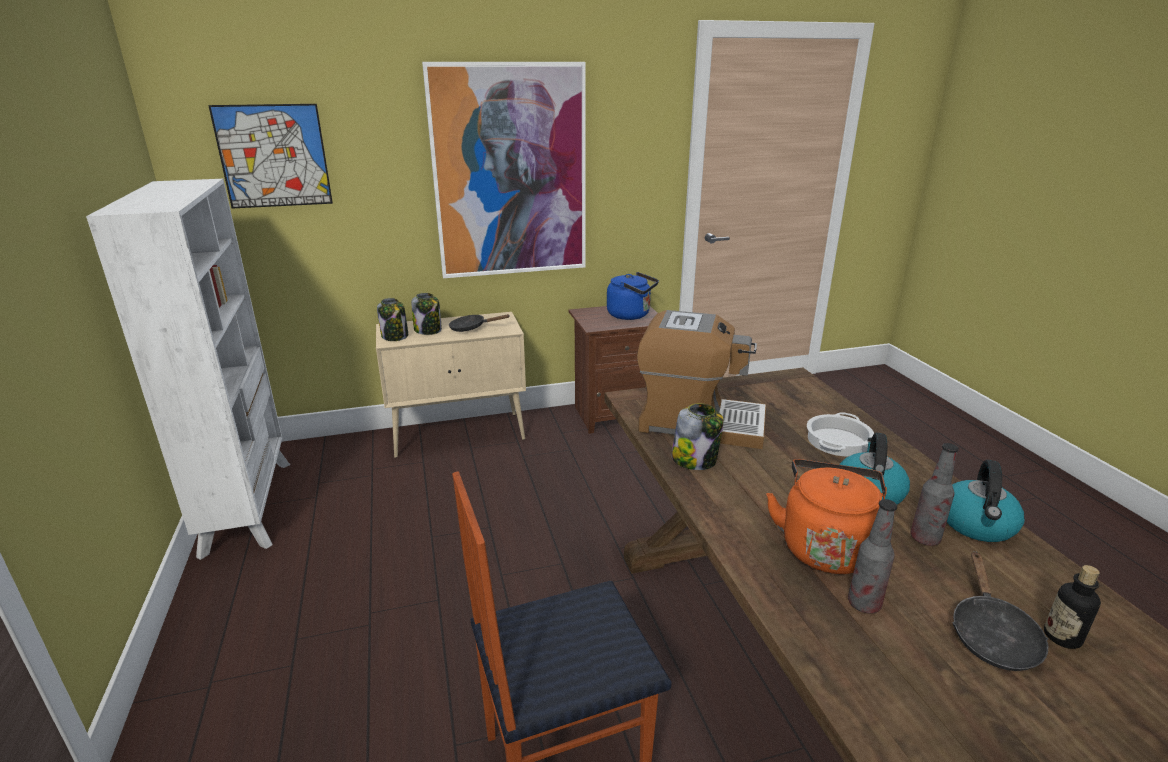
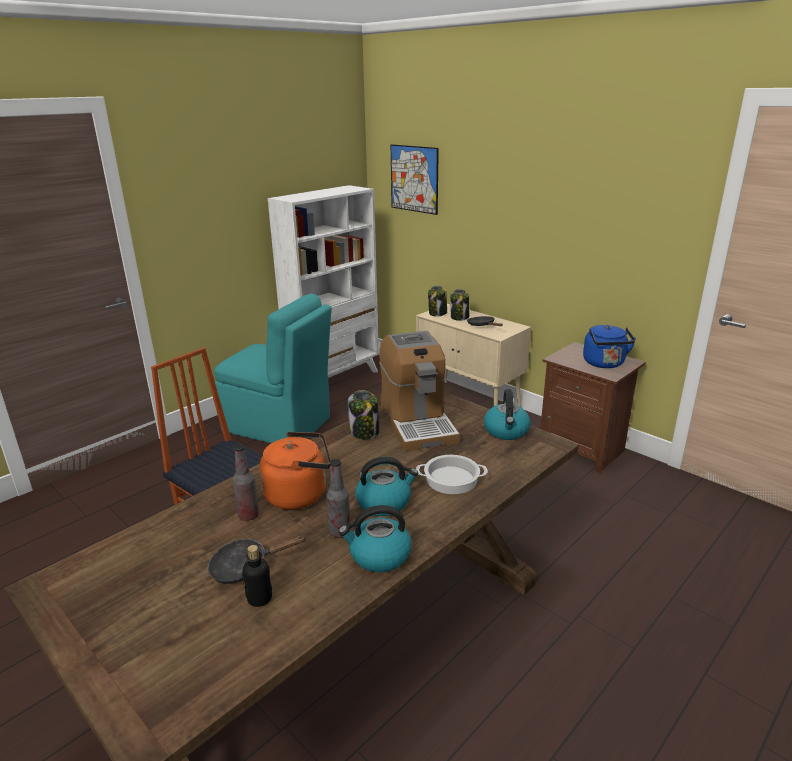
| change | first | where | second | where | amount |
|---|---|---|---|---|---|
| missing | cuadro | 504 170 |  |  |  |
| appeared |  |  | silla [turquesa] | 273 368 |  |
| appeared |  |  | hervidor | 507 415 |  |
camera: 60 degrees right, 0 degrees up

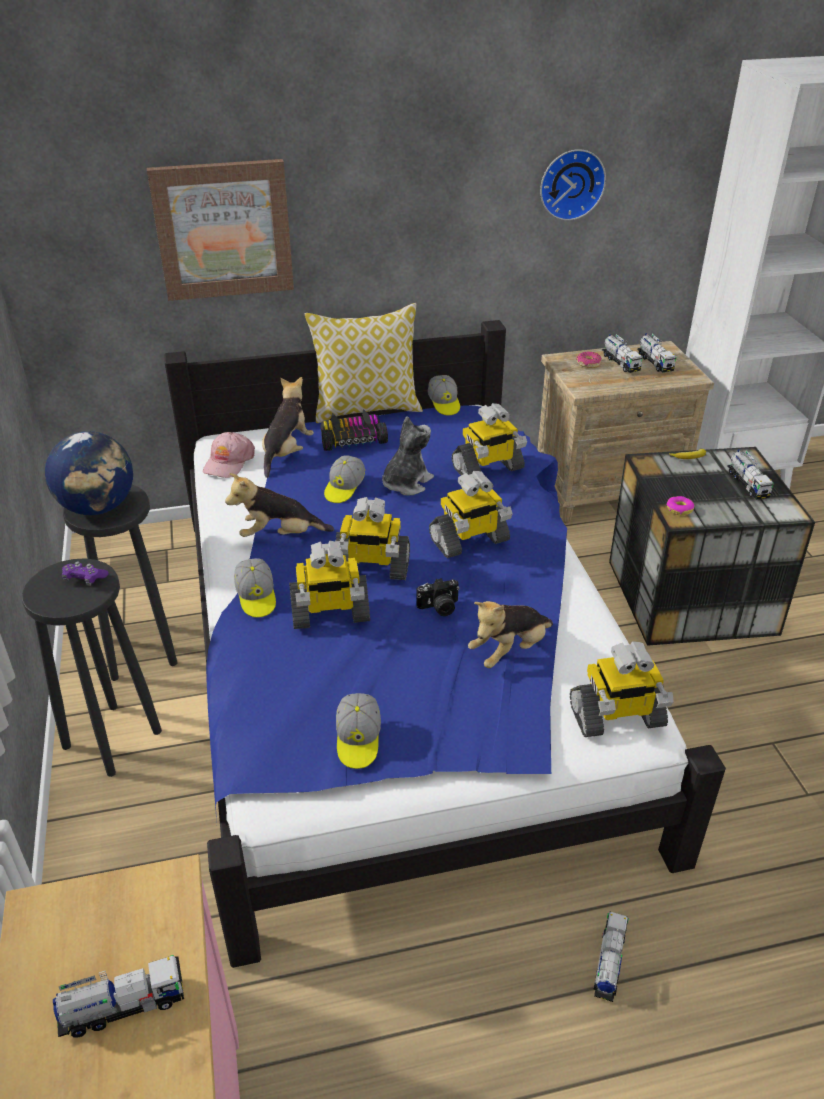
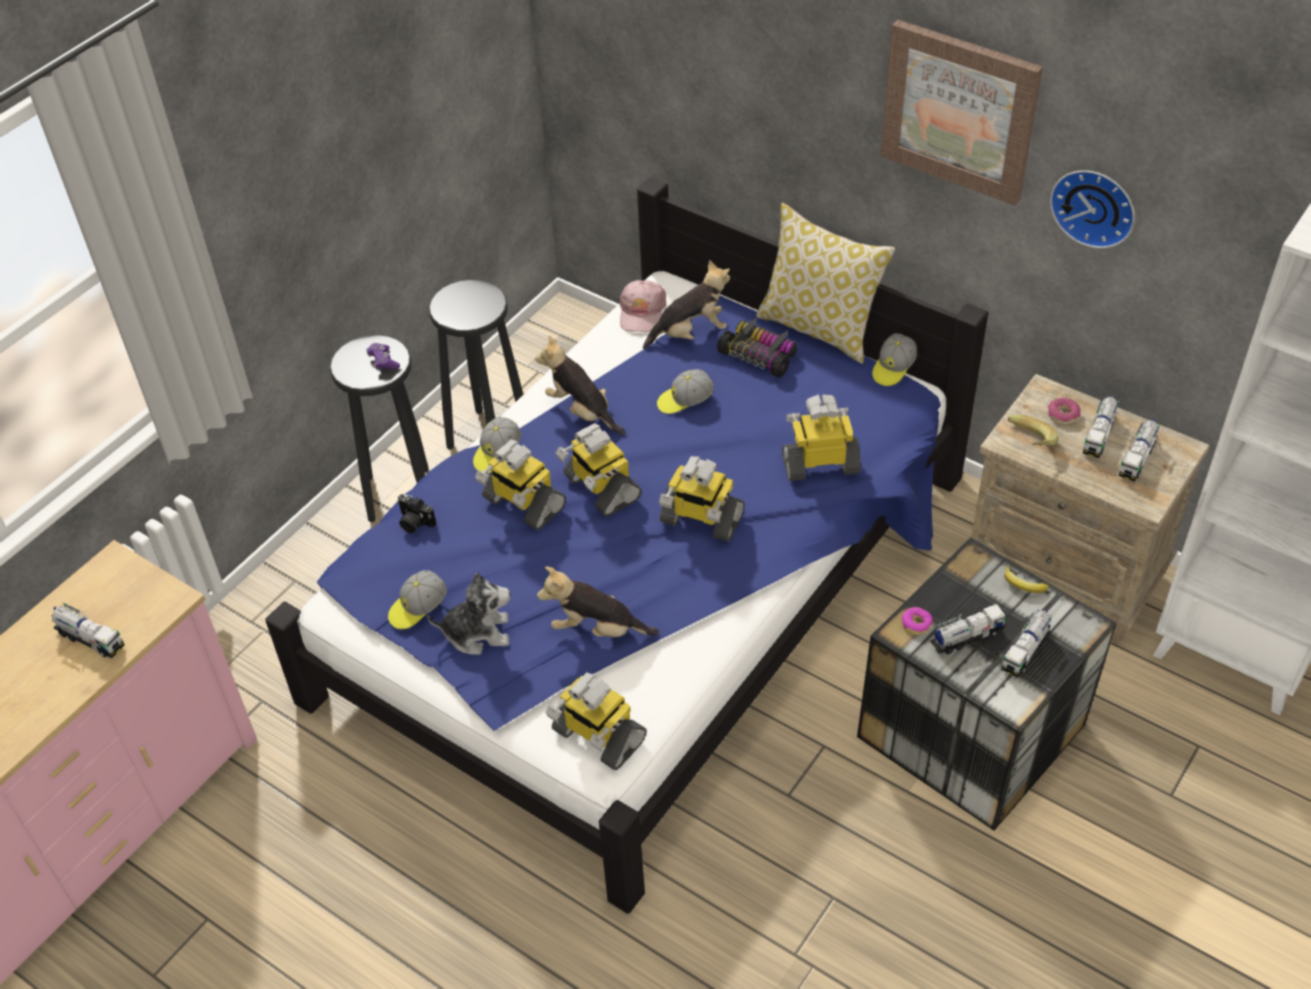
| change | first | where | second | where | amount |
|---|---|---|---|---|---|
| missing | globo terráqueo | 89 473 |  |  |  |
| relocated | cuadro | 220 230 |  | 962 112 |  |
| spun | gorra [rosa] | 229 455 |  | 643 306 | 60 degrees counterclockwise |
| relocated | peluche | 408 456 |  | 468 613 |  |
| relocated | cámara | 438 597 |  | 416 513 |  |
| spun | robot de juguete | 489 439 |  | 821 438 | 150 degrees clockwise |
| relocated | camión de juguete | 611 957 |  | 968 629 |  |
| appeared |  |  | plátano | 1033 430 |  |
camera: 50 degrees right, 10 degrees up

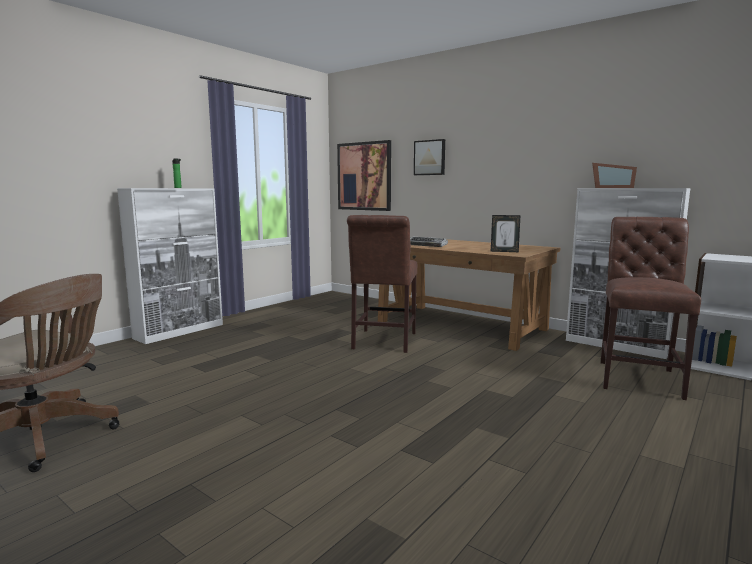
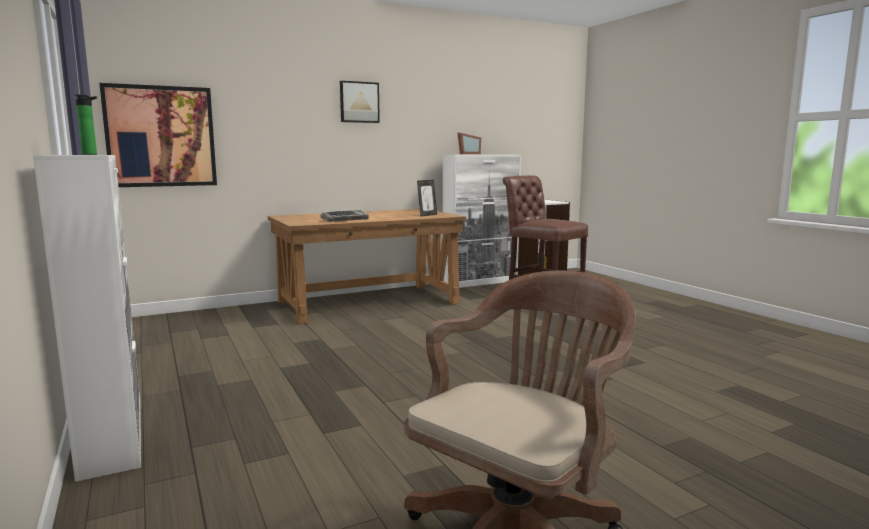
| change | first | where | second | where | amount |
|---|---|---|---|---|---|
| missing | silla [marrón] | 382 284 |  |  |  |
| relocated | cuadro | 429 157 |  | 360 102 |  |
camera: 65 degrees left, 0 degrees up

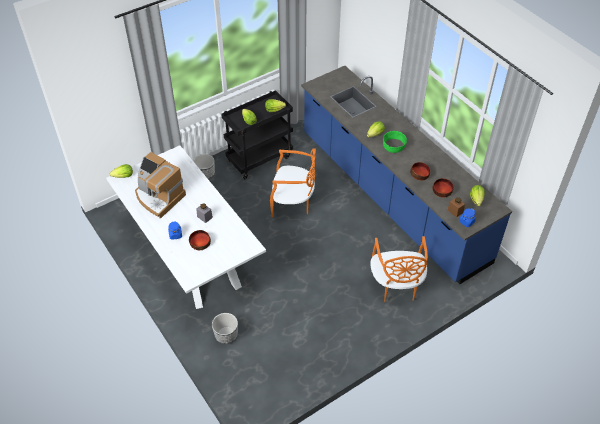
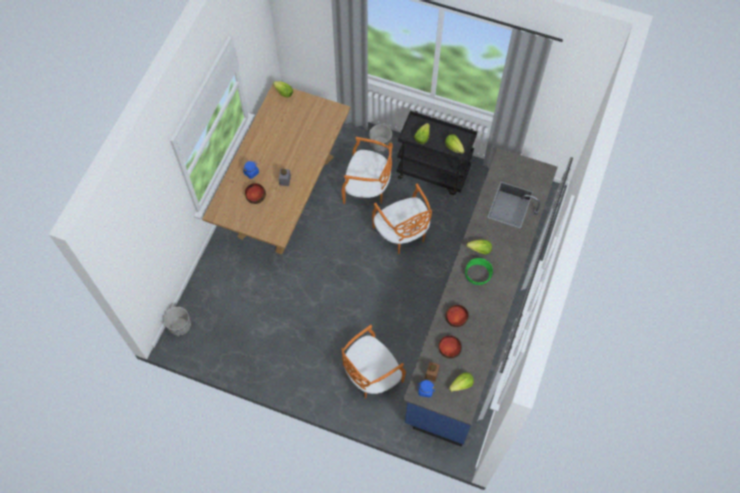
| change | first | where | second | where | amount |
|---|---|---|---|---|---|
| colour | mesa de comedor [blanco] | 186 227 | mesa de comedor [marrón] | 276 169 |  |
| missing | cafetera | 160 185 |  |  |  |
| relocated | maceta | 225 328 |  | 177 321 |  |
| appeared |  |  | silla [naranja] | 367 170 |  |
camera: 55 degrees right, 15 degrees up

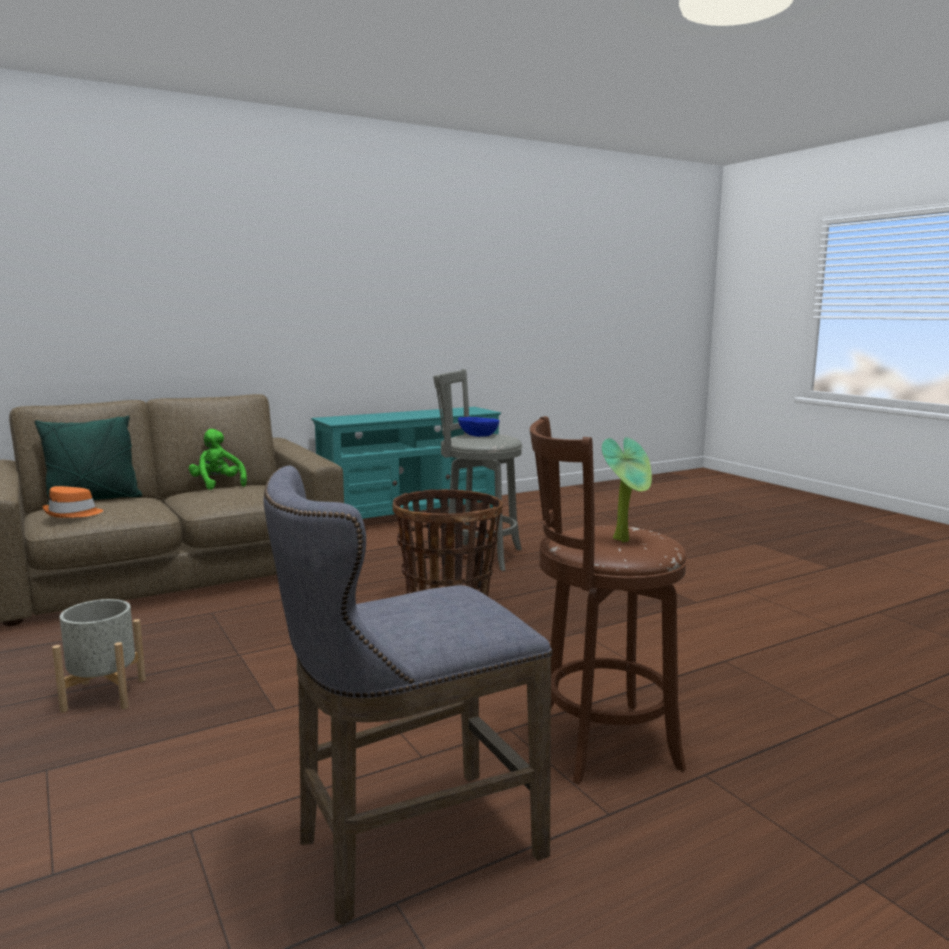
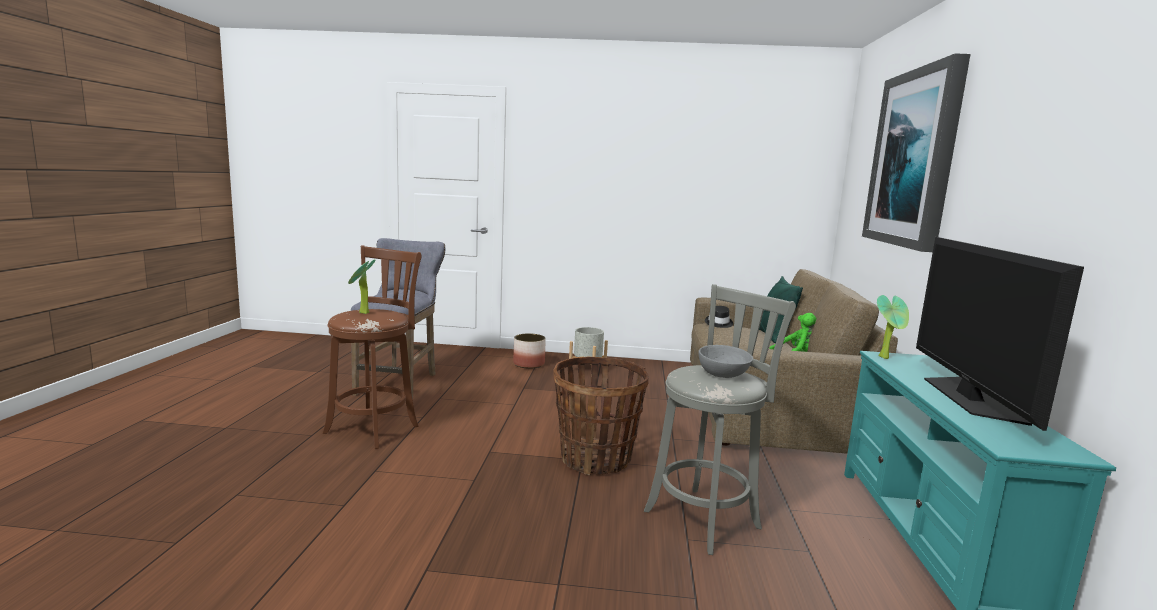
| change | first | where | second | where | amount |
|---|---|---|---|---|---|
| colour | sombrero [naranja] | 72 502 | sombrero [negro] | 719 317 |  |
| colour | cuenco [azul] | 478 427 | cuenco [gris] | 726 361 |  |
| appeared |  |  | maceta | 529 351 |  |
| appeared |  |  | cuadro | 916 152 |  |
| appeared |  |  | planta en maceta | 893 327 |  |
| appeared |  |  | televisor | 1000 334 |  |
camera: 125 degrees right, 0 degrees up

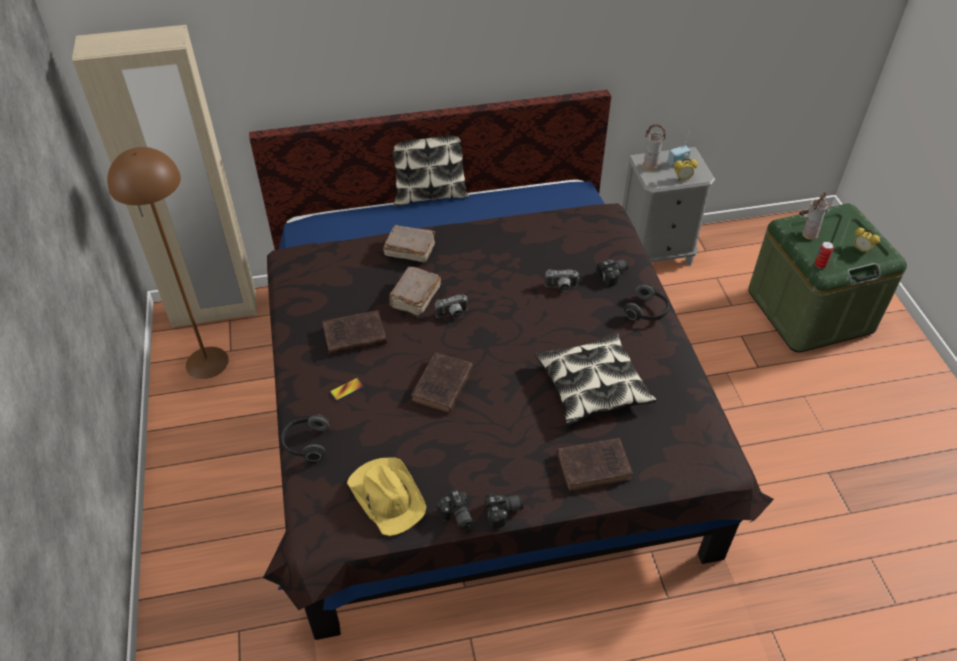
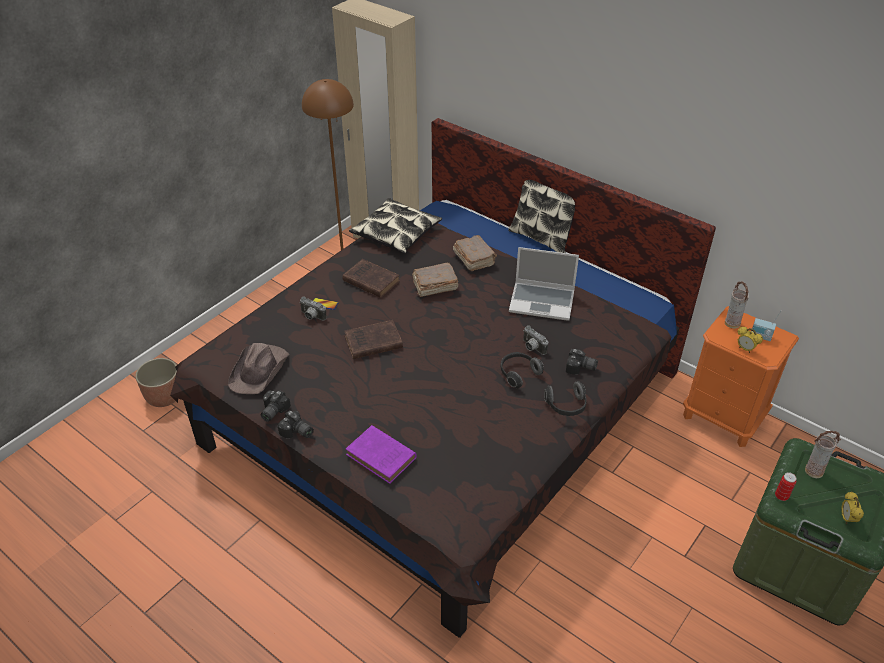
| change | first | where | second | where | amount |
|---|---|---|---|---|---|
| relocated | auriculares | 305 438 |  | 522 370 |  |
| colour | sombrero [amarillo] | 386 496 | sombrero [marrón] | 258 368 |  |
| relocated | cámara | 451 306 |  | 313 308 |  |
| relocated | cojín | 595 379 |  | 395 226 |  |
| colour | libro [marrón] | 595 464 | libro [morado] | 381 454 |  |
| colour | mesita de noche [gris] | 668 206 | mesita de noche [naranja] | 741 376 |  |
| appeared |  |  | maceta | 156 382 |  |
| appeared |  |  | portátil | 544 284 |  |
camera: 50 degrees right, 5 degrees down

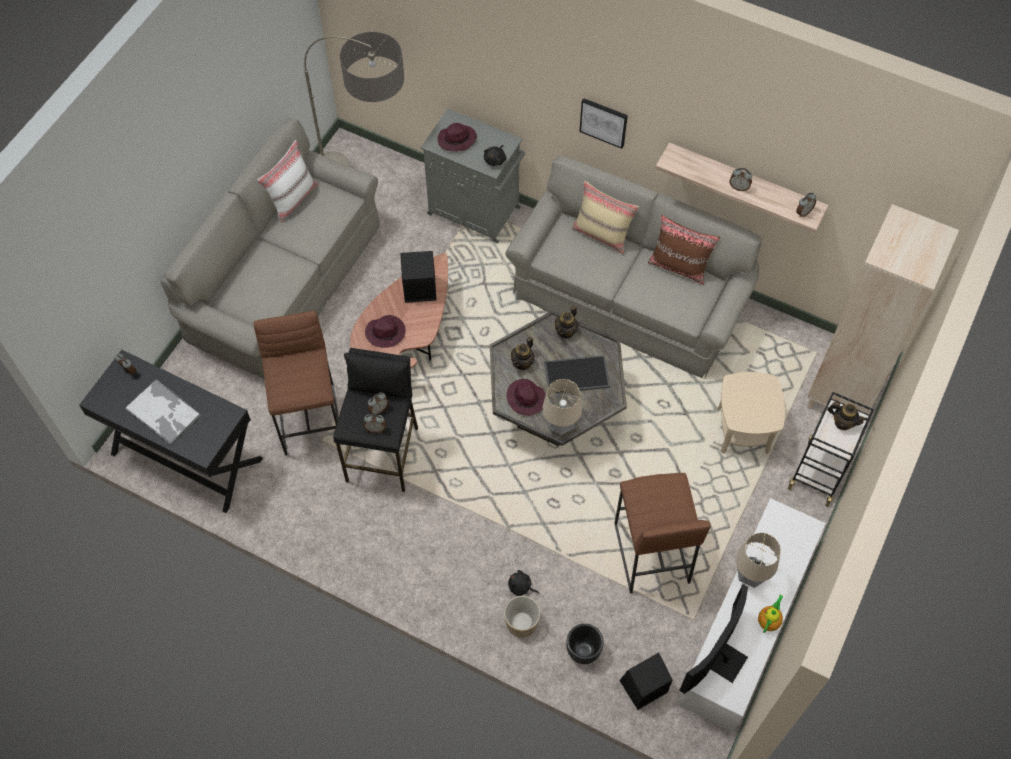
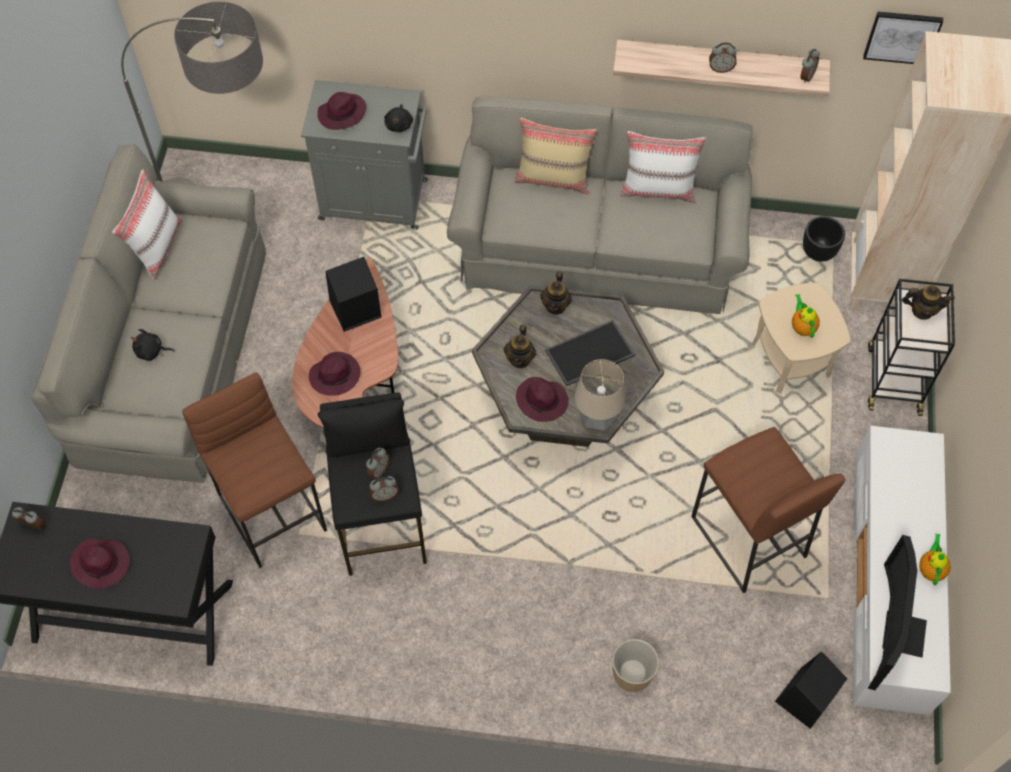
| change | first | where | second | where | amount |
|---|---|---|---|---|---|
| exchanged | bandeja | 163 412 | sombrero [morado] | 100 563 |  |
| relocated | peluche [negro] | 523 583 |  | 153 345 |  |
| relocated | maceta [negro] | 585 644 |  | 824 239 |  |
| relocated | cuadro | 603 123 |  | 903 37 |  |
| colour | cojín [marrón] | 684 250 | cojín [blanco] | 663 167 |  |
| missing | lámpara de mesa | 758 560 |  |  |  |
| appeared |  |  | tetera | 806 316 |  |
camera: 20 degrees left, 0 degrees up

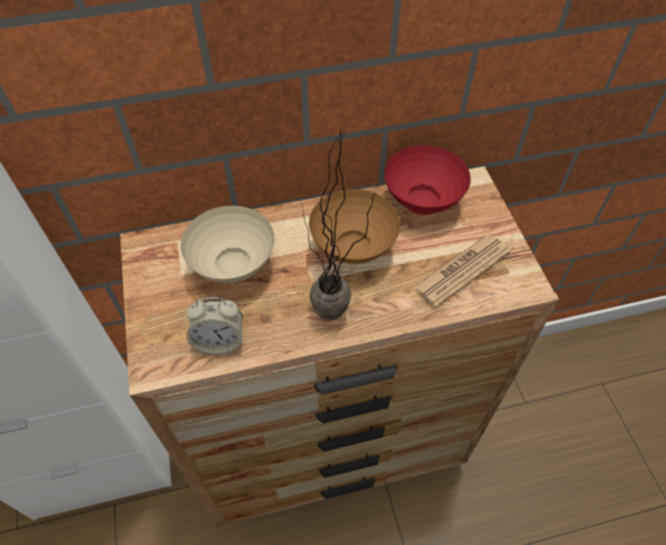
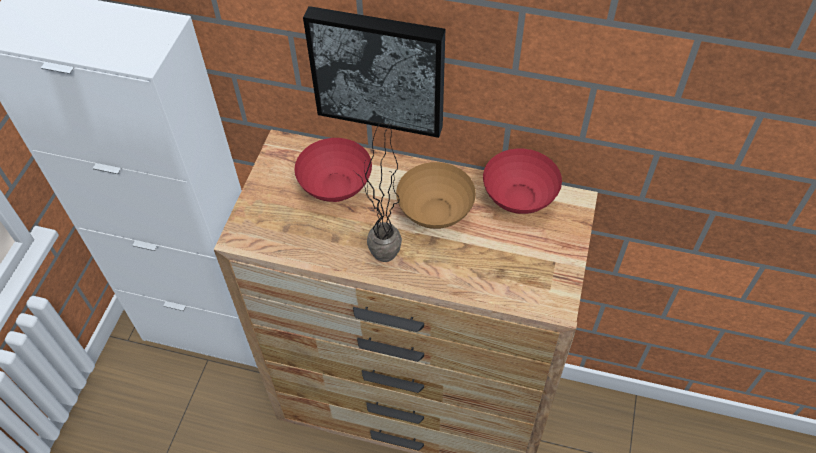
| change | first | where | second | where | amount |
|---|---|---|---|---|---|
| colour | cuenco [beis] | 227 244 | cuenco [rojo] | 333 170 |  |
| missing | despertador | 214 326 |  |  |  |
| missing | periódico | 461 271 |  |  |  |
| appeared |  |  | cuadro | 374 72 |  |
camera: 30 degrees right, 0 degrees up

